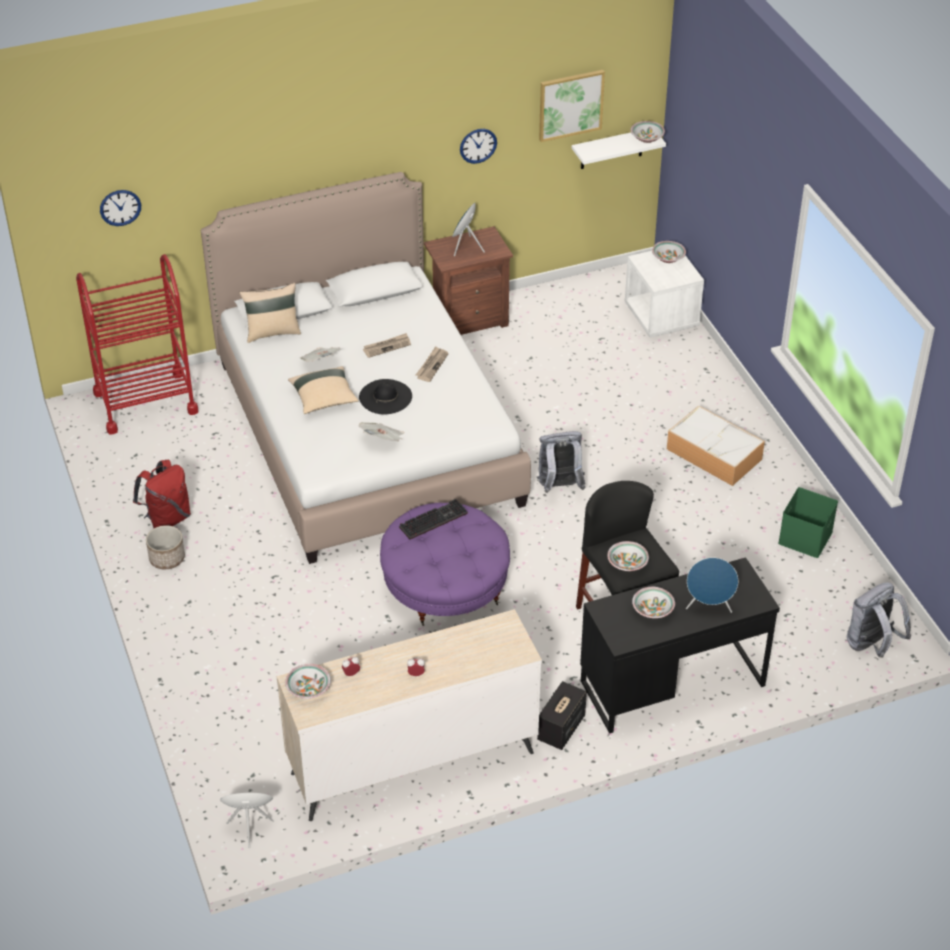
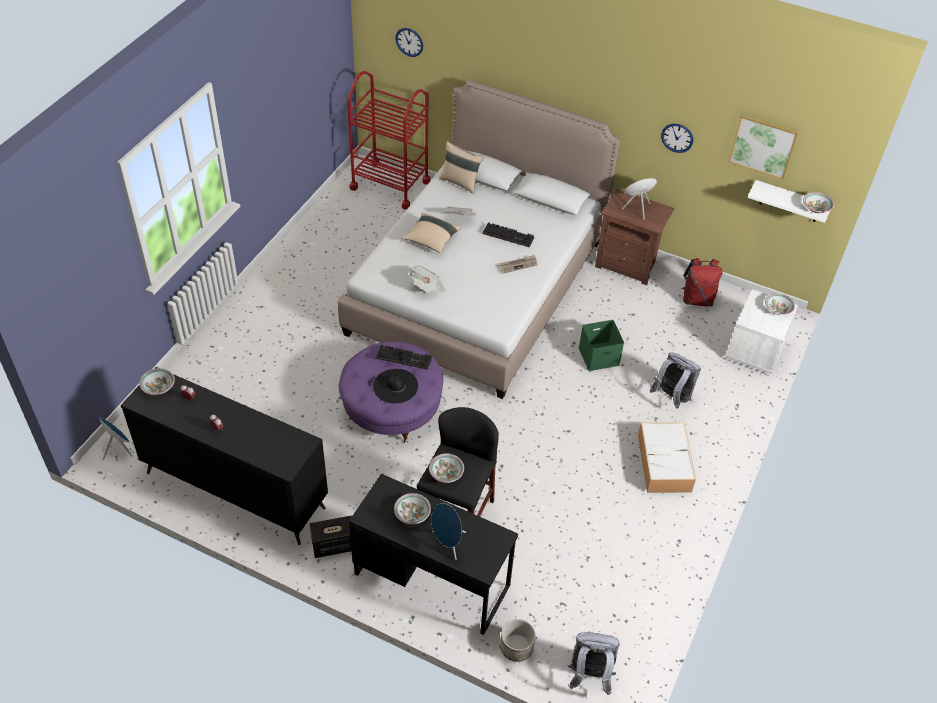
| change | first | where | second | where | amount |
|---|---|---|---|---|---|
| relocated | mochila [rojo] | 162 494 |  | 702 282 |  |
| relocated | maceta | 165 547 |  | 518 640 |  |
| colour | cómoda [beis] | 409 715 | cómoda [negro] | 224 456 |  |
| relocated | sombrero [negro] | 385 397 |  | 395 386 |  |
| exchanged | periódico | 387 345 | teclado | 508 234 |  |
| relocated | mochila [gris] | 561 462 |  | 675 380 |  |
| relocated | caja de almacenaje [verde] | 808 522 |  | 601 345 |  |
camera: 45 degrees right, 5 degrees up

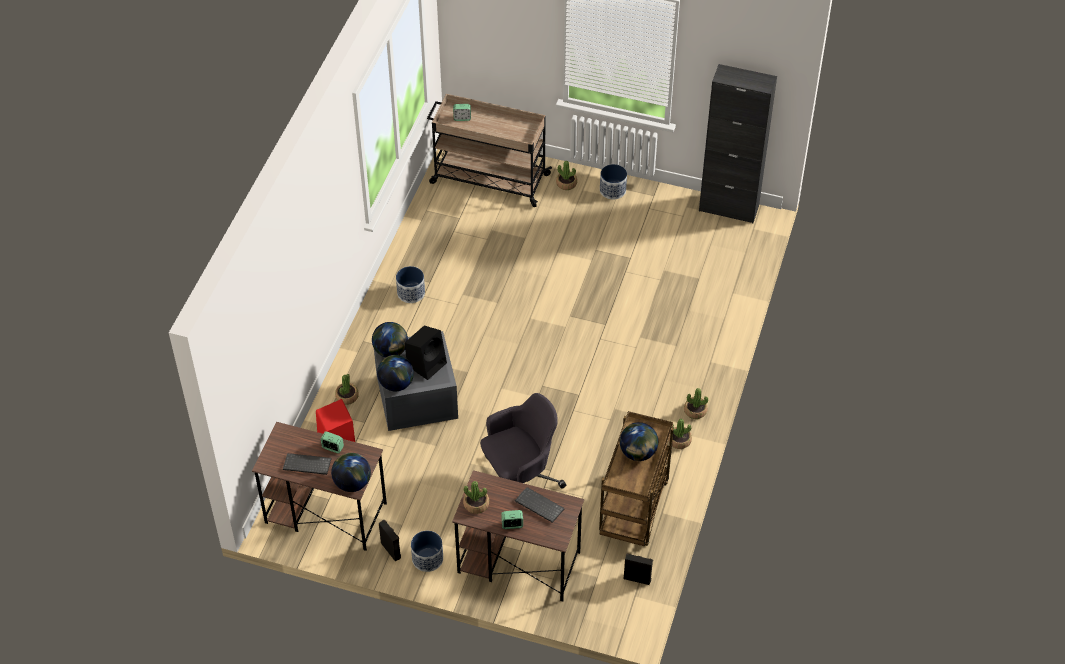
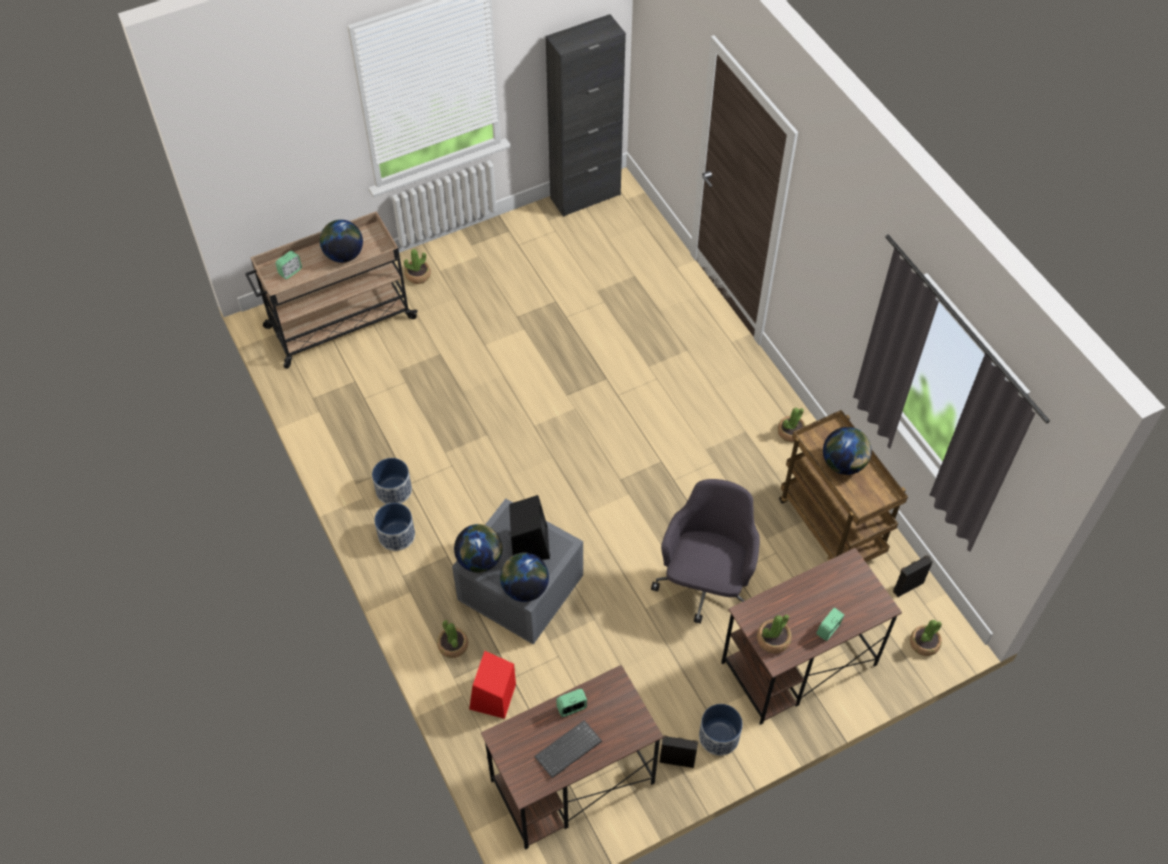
| change | first | where | second | where | amount |
|---|---|---|---|---|---|
| relocated | globo terráqueo | 351 472 |  | 341 241 |  |
| missing | teclado | 540 505 |  |  |  |
| relocated | maceta | 613 182 |  | 394 527 |  |
| relocated | planta en maceta | 696 403 |  | 926 638 |  |
camera: 45 degrees left, 5 degrees up

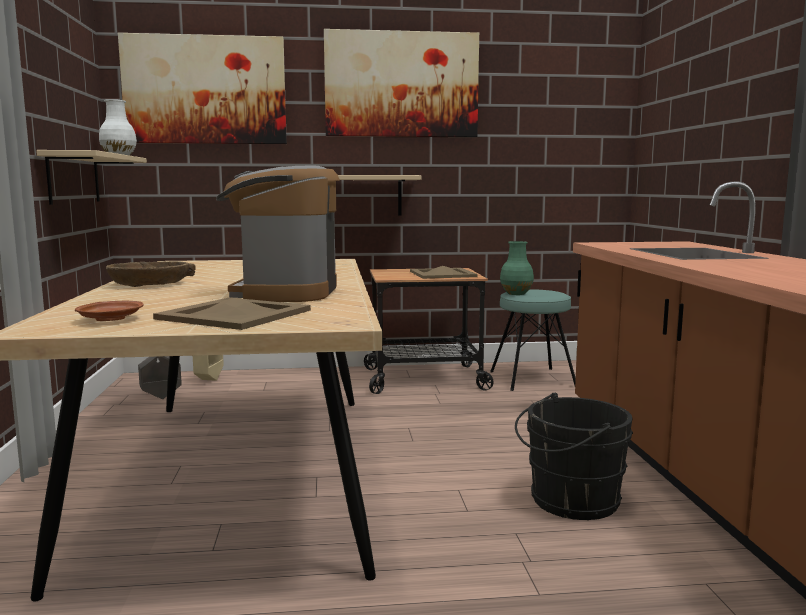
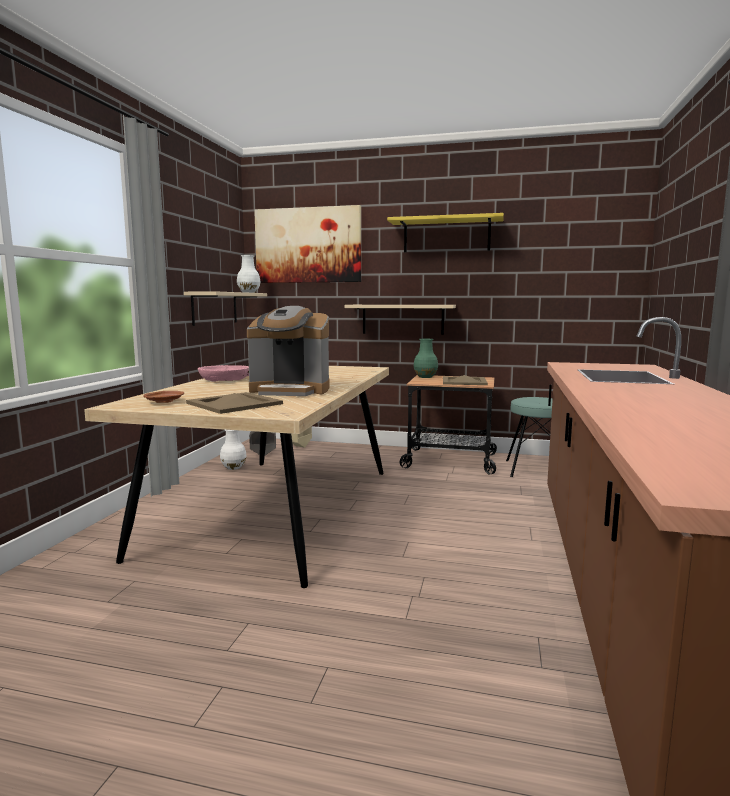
| change | first | where | second | where | amount |
|---|---|---|---|---|---|
| colour | cuenco [marrón] | 151 274 | cuenco [rosa] | 223 373 |  |
| spun | cafetera | 278 233 |  | 288 351 | 105 degrees counterclockwise |
| exchanged | cuadro | 401 83 | estante [amarillo] | 445 232 |  |
| relocated | florero [verde] | 517 268 |  | 426 358 |  |
| missing | cubo [negro] | 574 456 |  |  |  |
| appeared |  |  | florero [blanco] | 233 450 |  |
camera: 20 degrees right, 0 degrees up

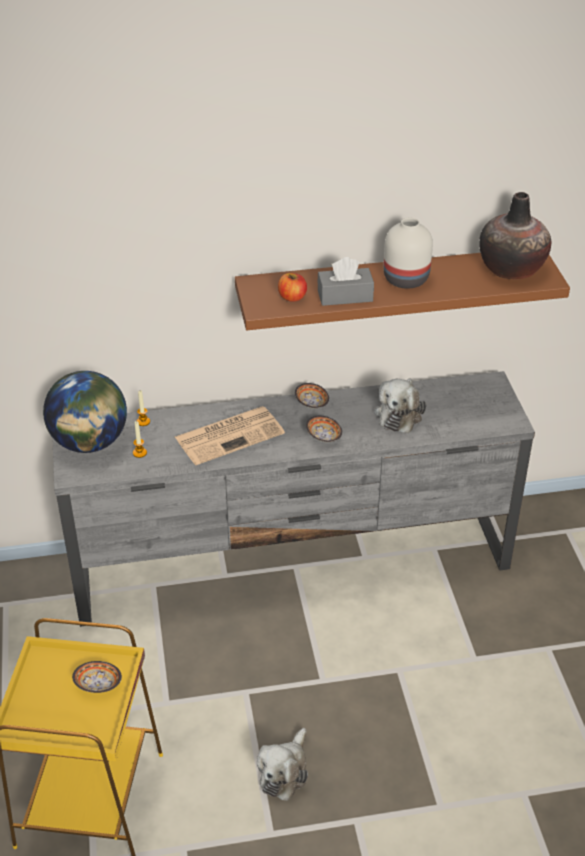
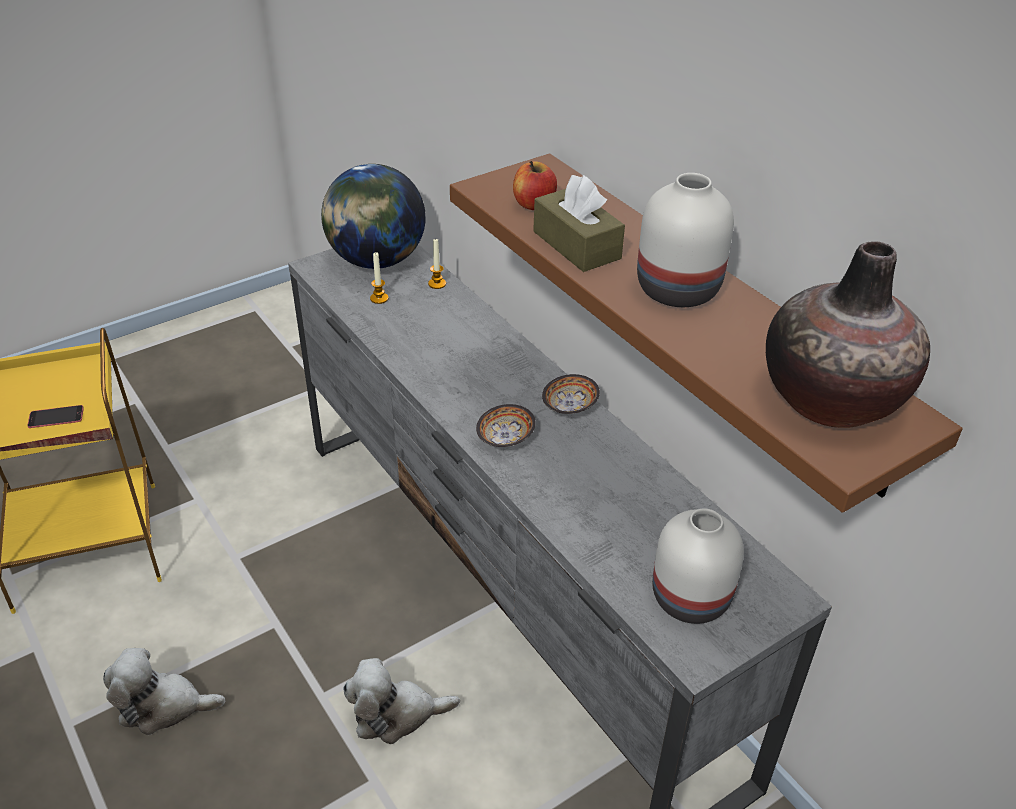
| change | first | where | second | where | amount |
|---|---|---|---|---|---|
| exchanged | cuenco | 97 677 | móvil | 55 416 |  |
| missing | periódico | 230 435 |  |  |  |
| colour | caja de pañuelos [gris] | 345 281 | caja de pañuelos [marrón] | 579 223 |  |
| relocated | peluche | 400 405 |  | 401 701 |  |
| appeared |  |  | florero [blanco] | 698 566 |  |
camera: 65 degrees right, 0 degrees up

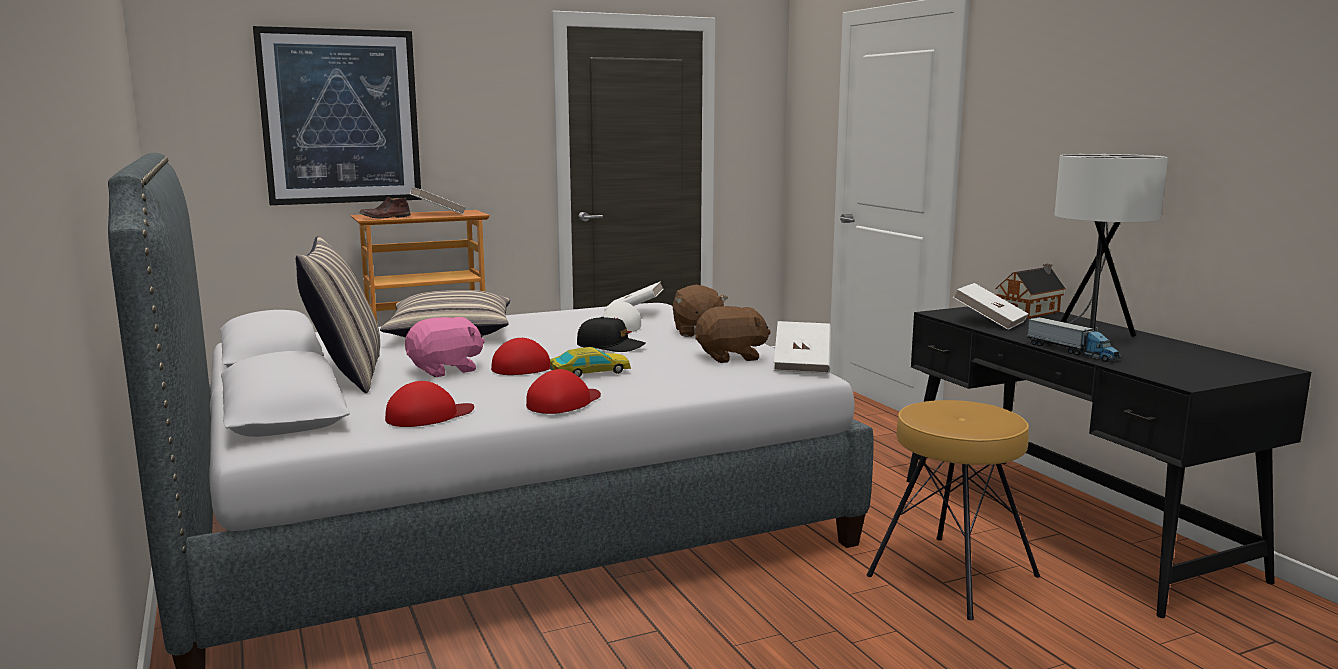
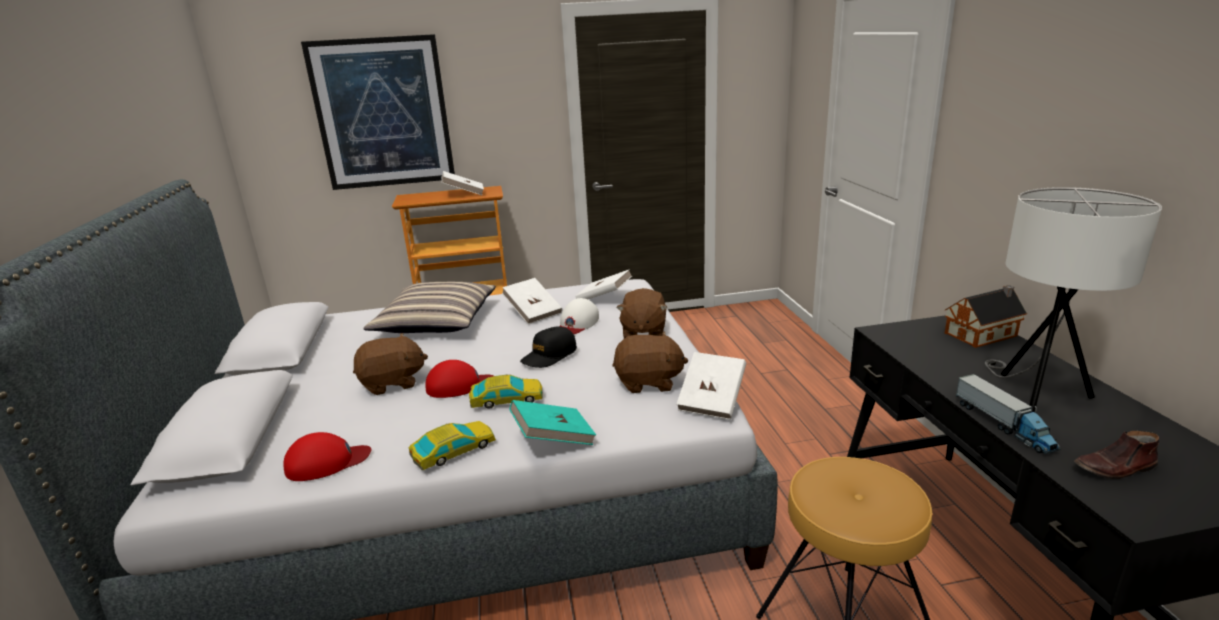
| change | first | where | second | where | amount |
|---|---|---|---|---|---|
| missing | cojín | 338 314 |  |  |  |
| relocated | zapato [marrón] | 385 207 |  | 1116 455 |  |
| colour | peluche [rosa] | 445 347 | peluche [marrón] | 390 364 |  |
| exchanged | gorra [rojo] | 563 391 | coche de juguete | 452 445 |  |
| spun | gorra [negro] | 611 334 |  | 548 347 | 105 degrees clockwise |
| relocated | libro [blanco] | 990 306 |  | 532 301 |  |
| appeared |  |  | libro [turquesa] | 553 422 |  |
camera: 15 degrees right, 10 degrees up

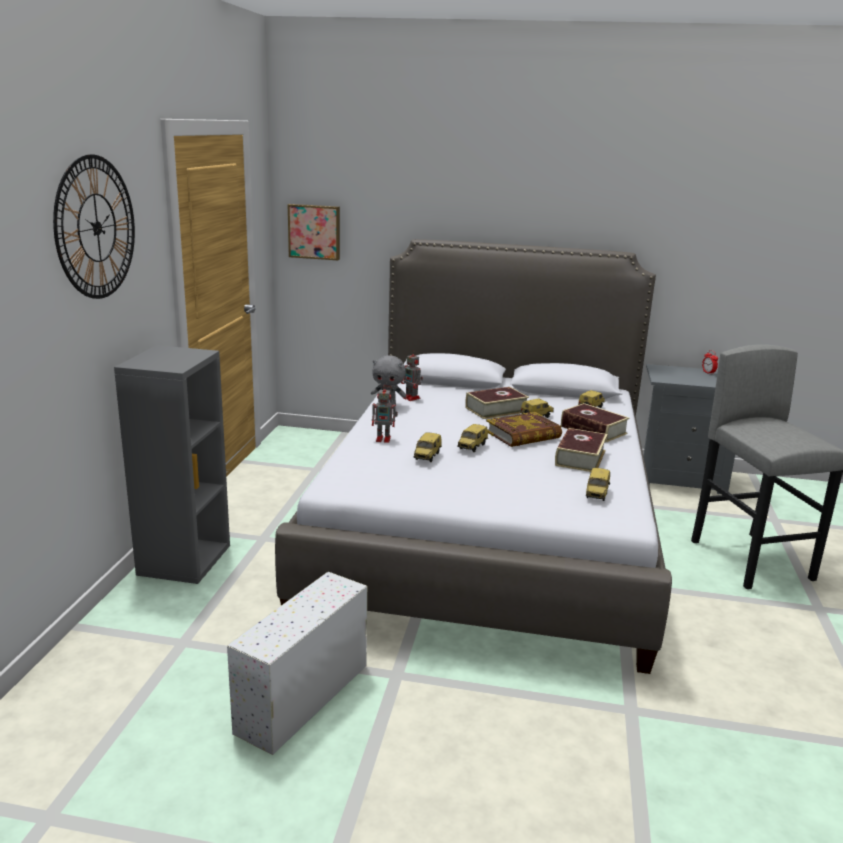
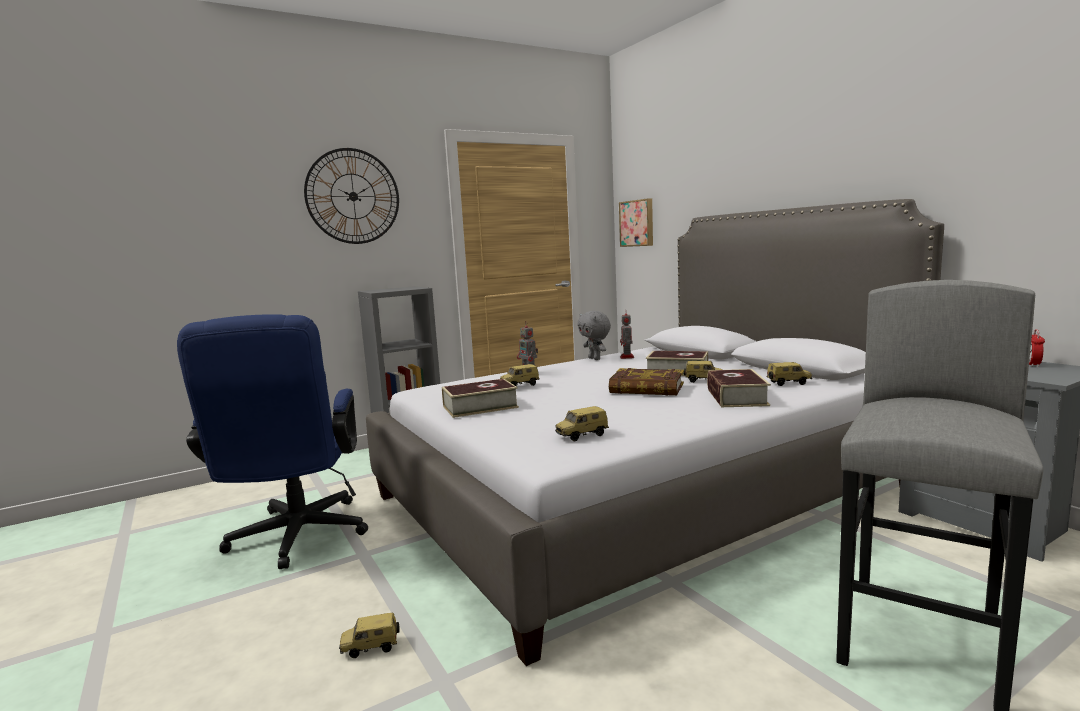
| change | first | where | second | where | amount |
|---|---|---|---|---|---|
| exchanged | caja de almacenaje [blanco] | 297 663 | silla de oficina [azul] | 272 441 |  |
| relocated | coche de juguete | 472 438 |  | 369 635 |  |
| relocated | libro | 581 450 |  | 480 398 |  |
camera: 50 degrees right, 10 degrees down

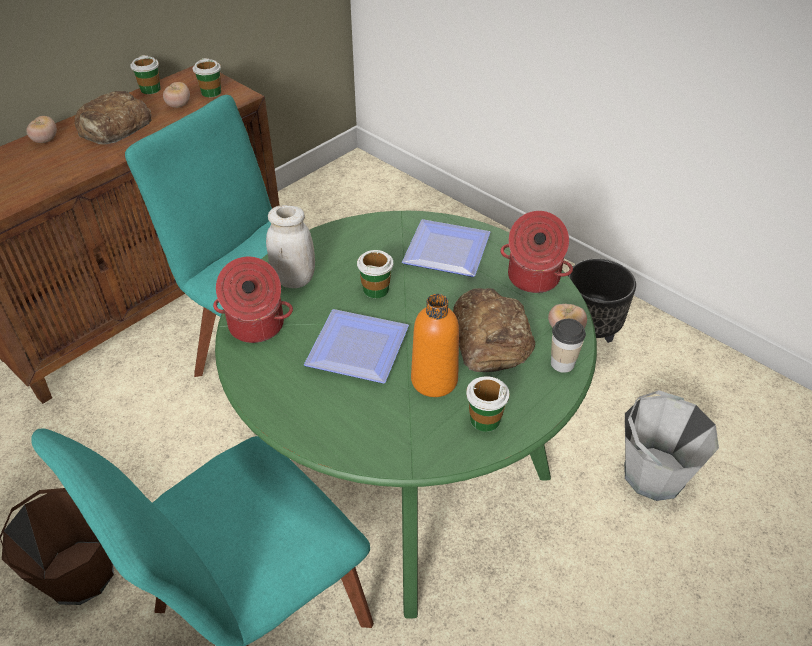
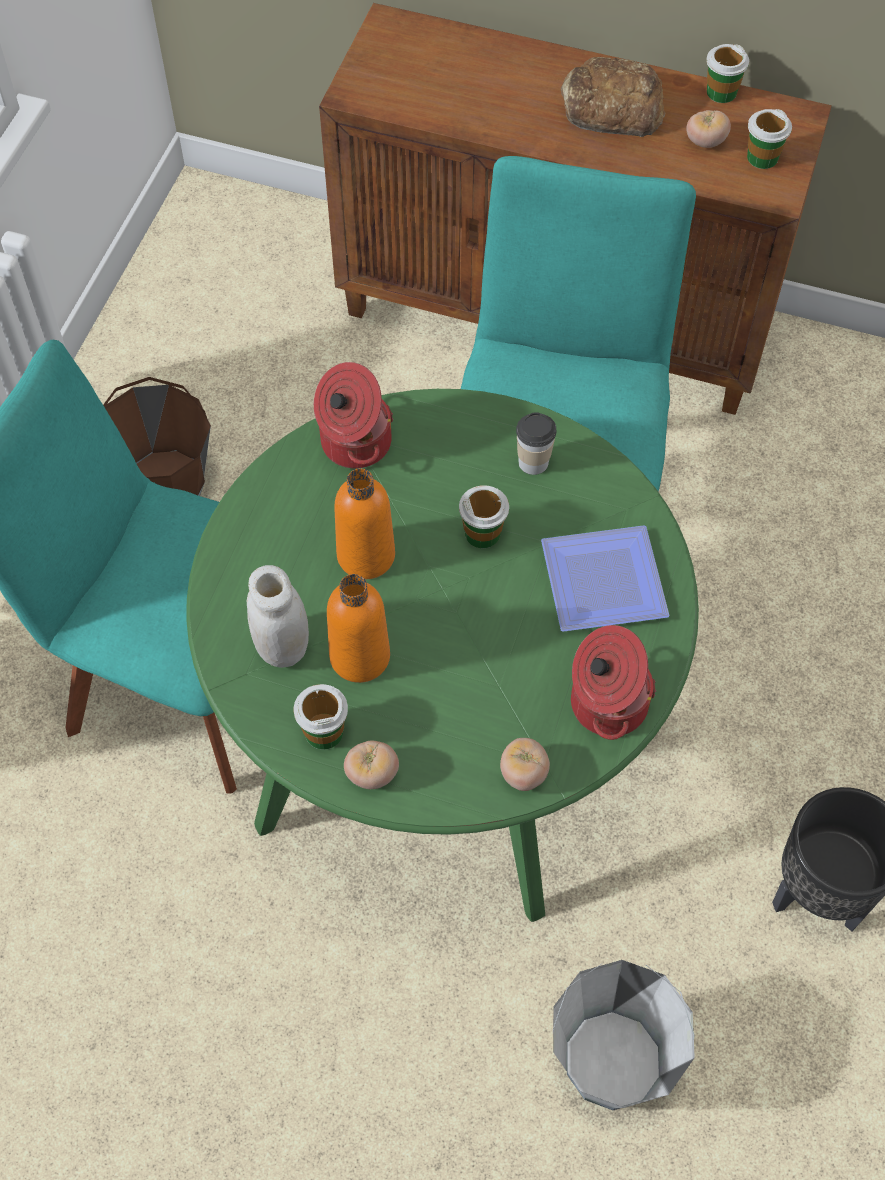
| change | first | where | second | where | amount |
|---|---|---|---|---|---|
| relocated | tomate | 41 129 |  | 371 765 |  |
| relocated | tarro [blanco] | 290 246 |  | 278 616 |  |
| exchanged | plato | 356 346 | botella [naranja] | 364 523 |  |
| missing | pan | 494 330 |  |  |  |
| relocated | taza | 568 346 |  | 536 443 |  |
camera: 65 degrees right, 15 degrees up

